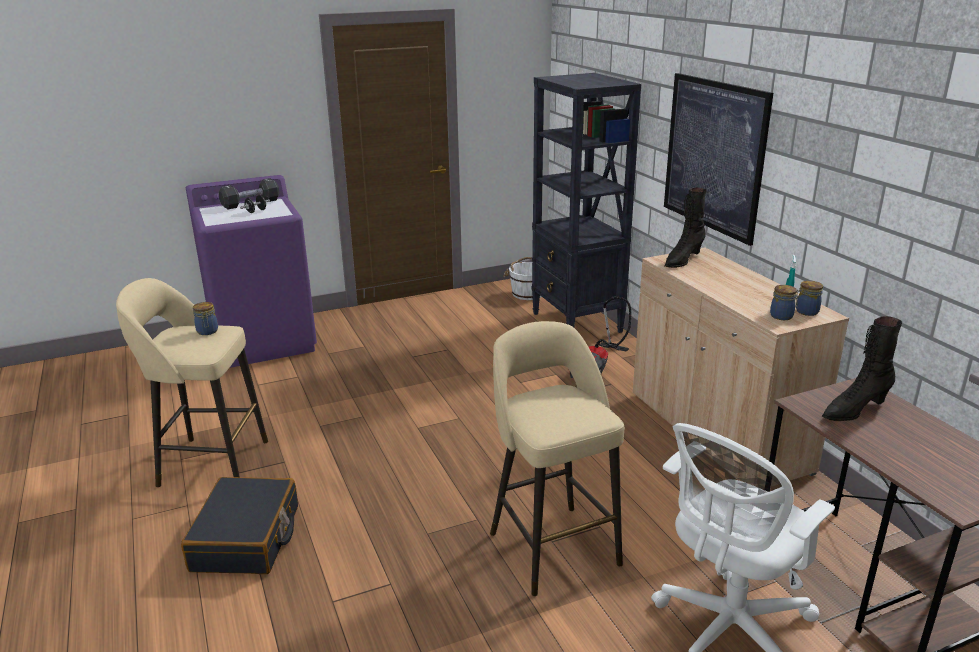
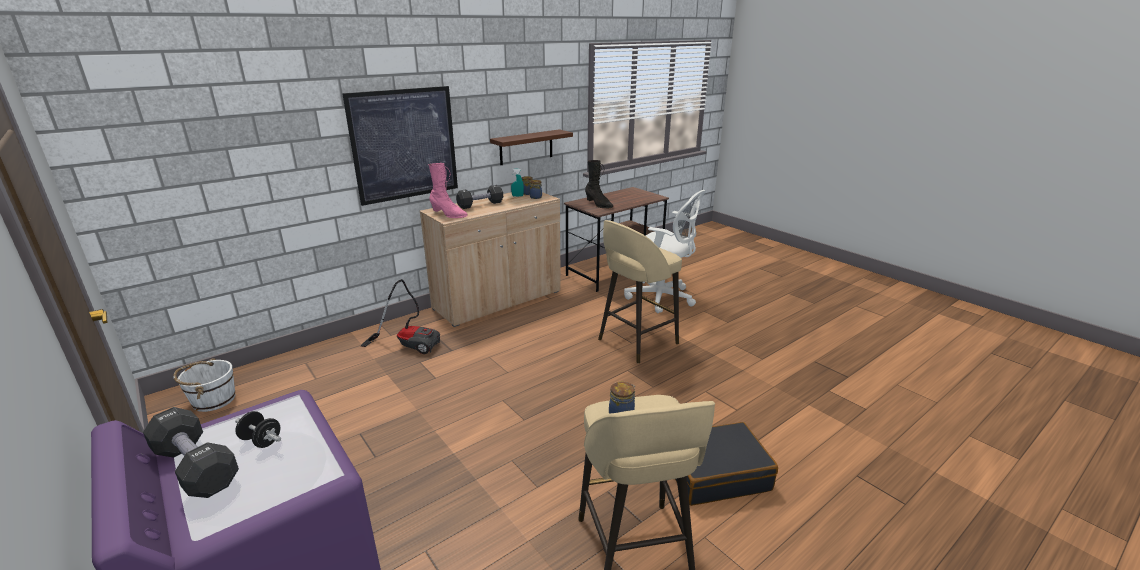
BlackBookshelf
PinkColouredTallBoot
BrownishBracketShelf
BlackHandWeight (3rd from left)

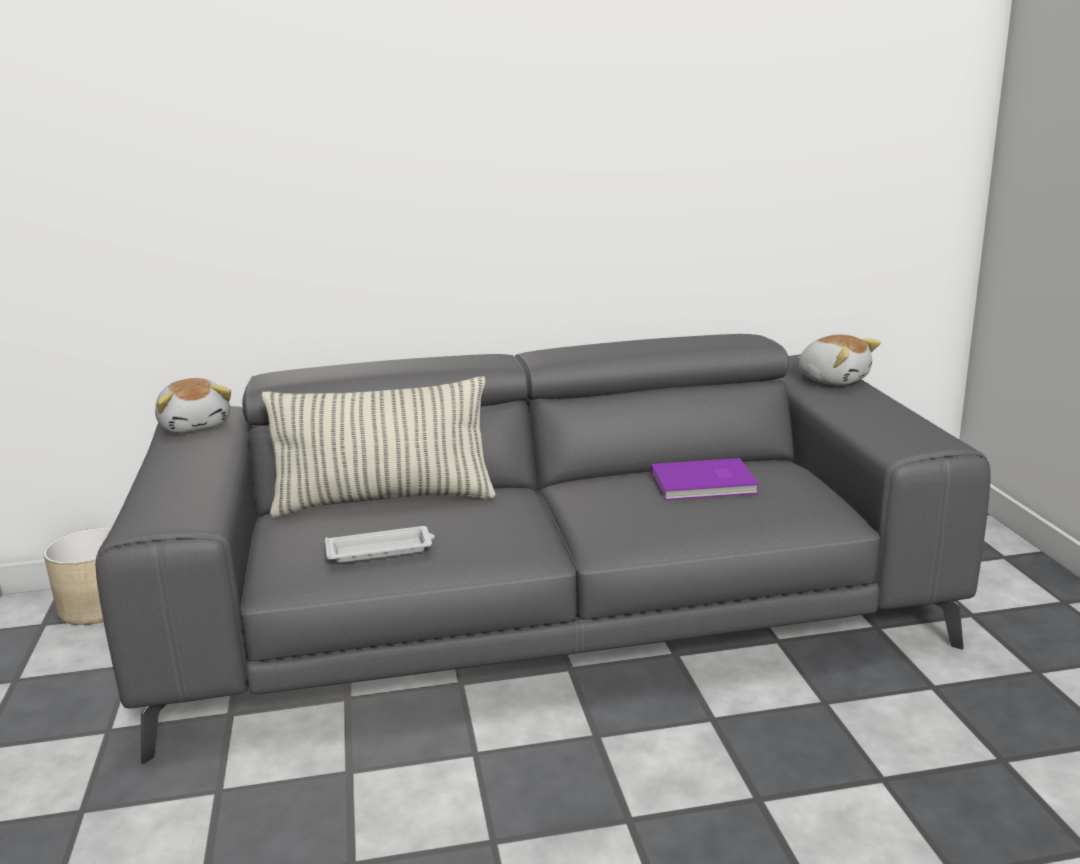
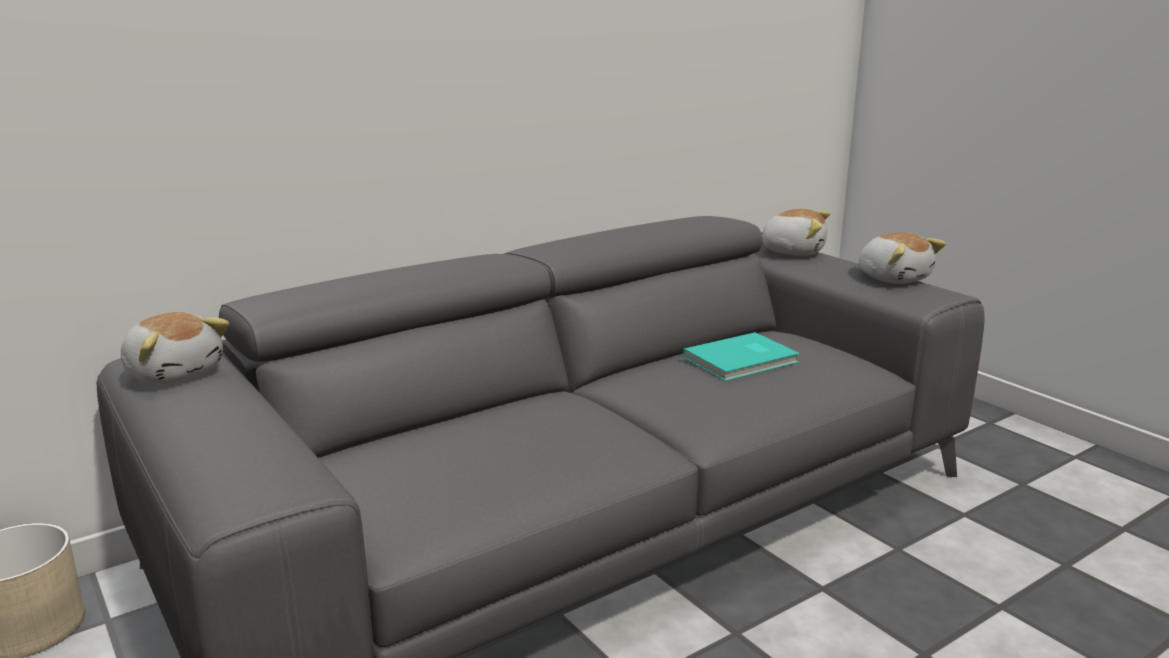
ThrowPillow
TurquoiseColouredBook
WhiteTray
PlushToy (3rd from left)

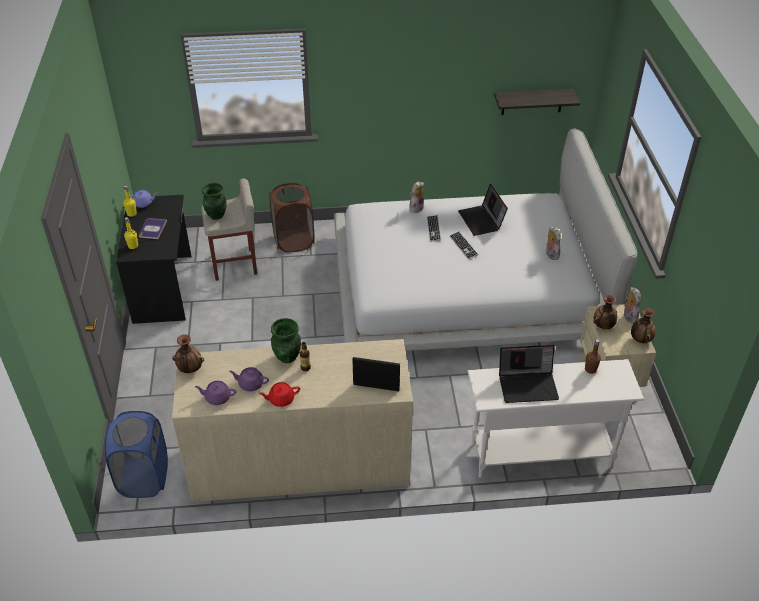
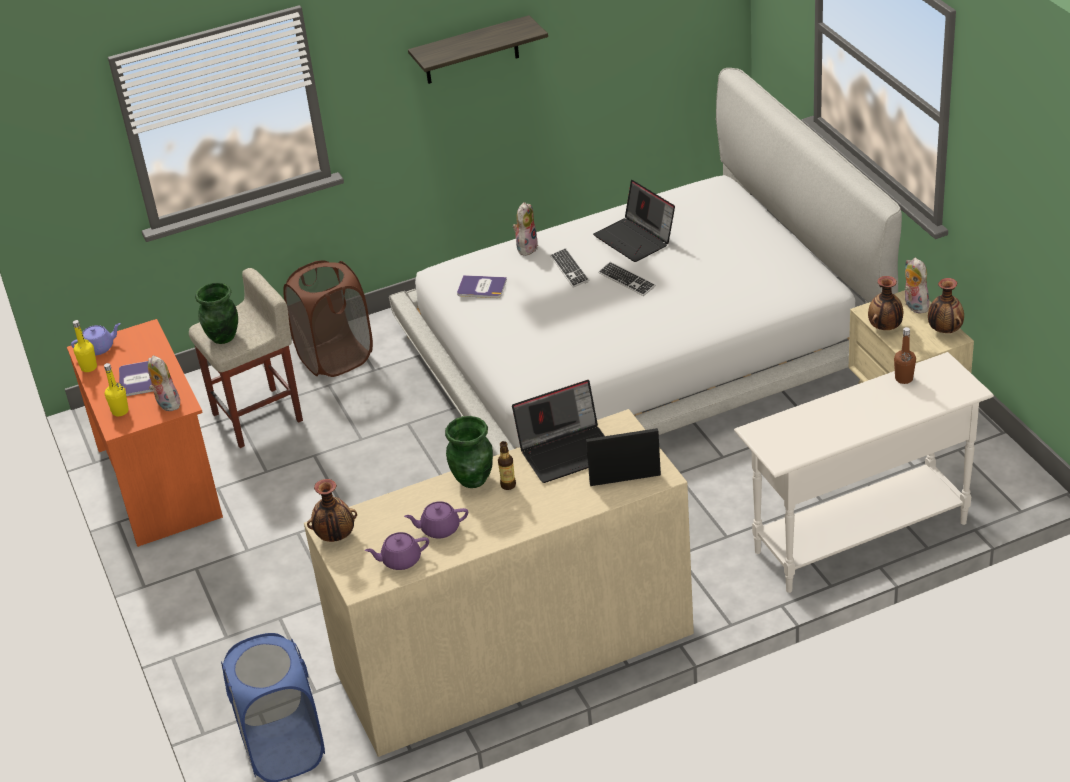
BracketShelf
OrangeColouredDeskTable
PlushToy (1st from left)
PortableComputer (1st from left)
RedTeaPot
Book (2nd from left)

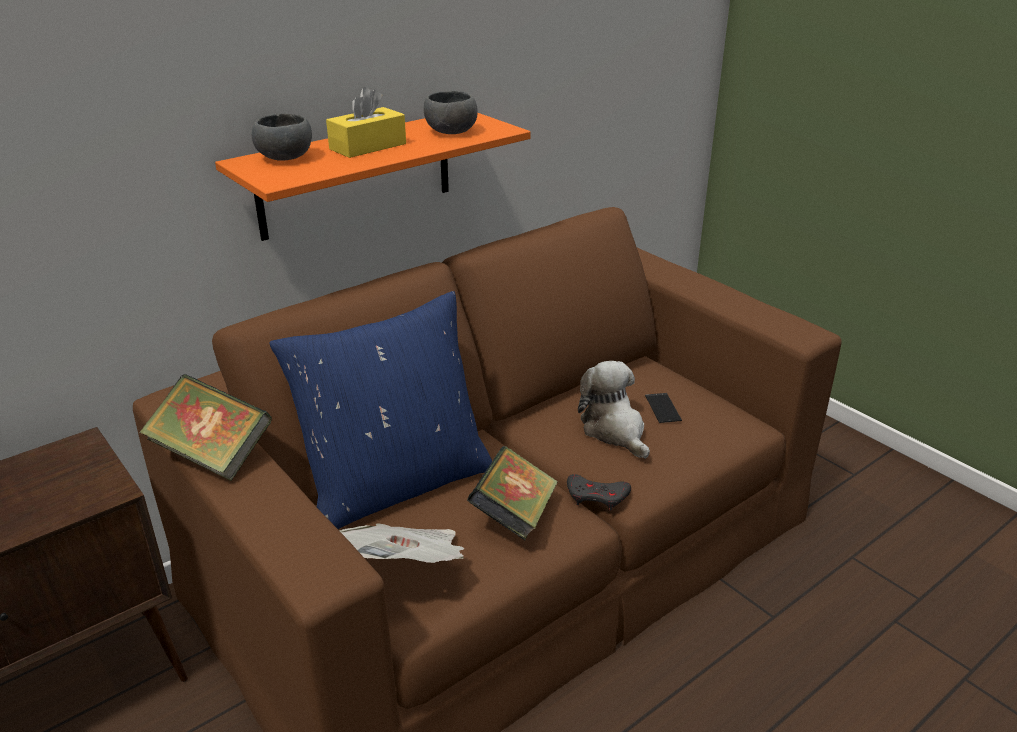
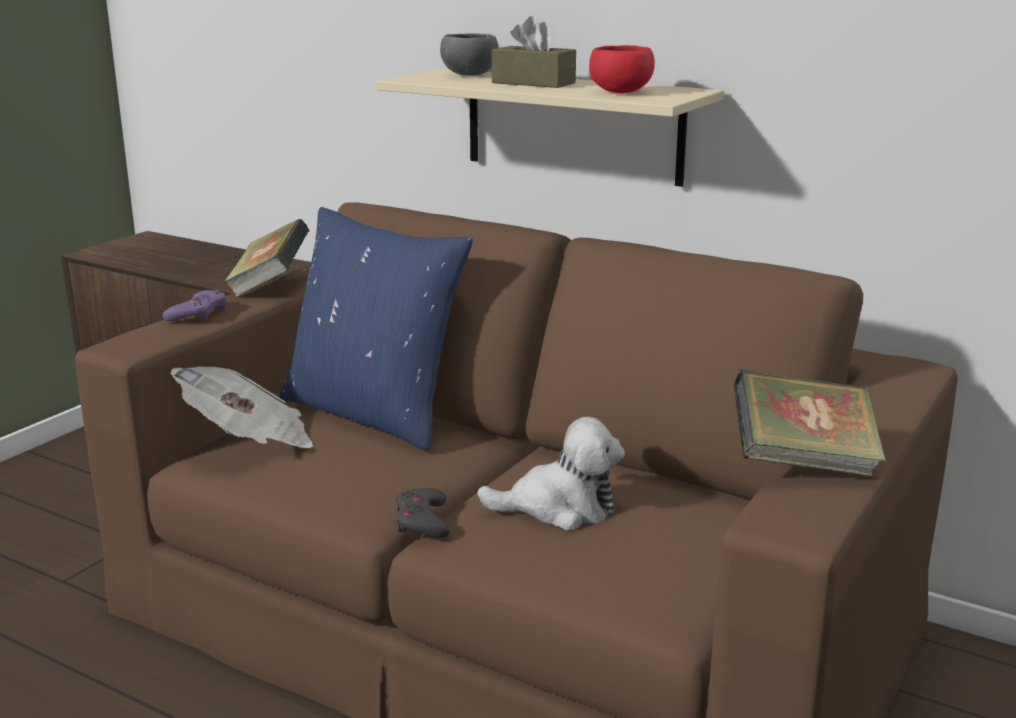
BrownishBoxOfTissues
RedBowl
BeigeColouredBracketShelf
PlushToy
Handset
Book (2nd from left)
PurplishJoypad

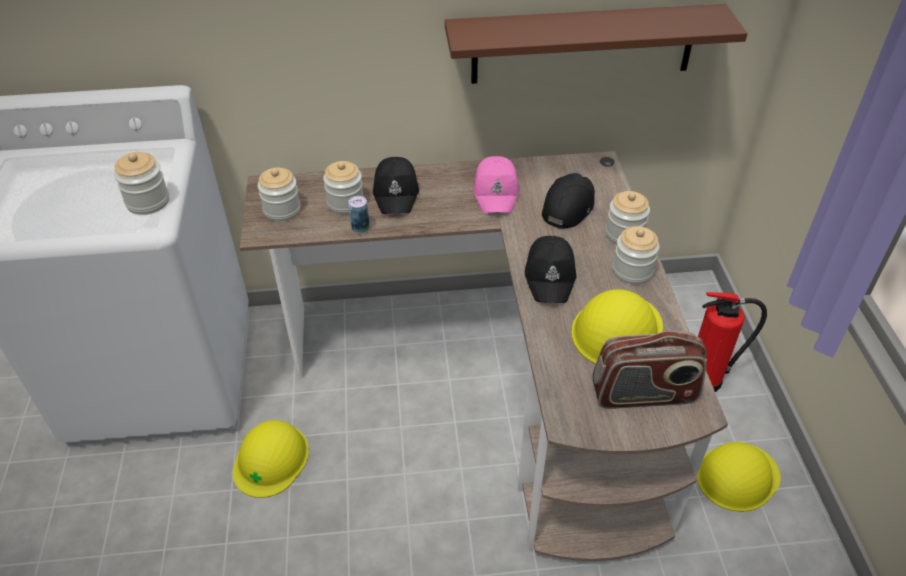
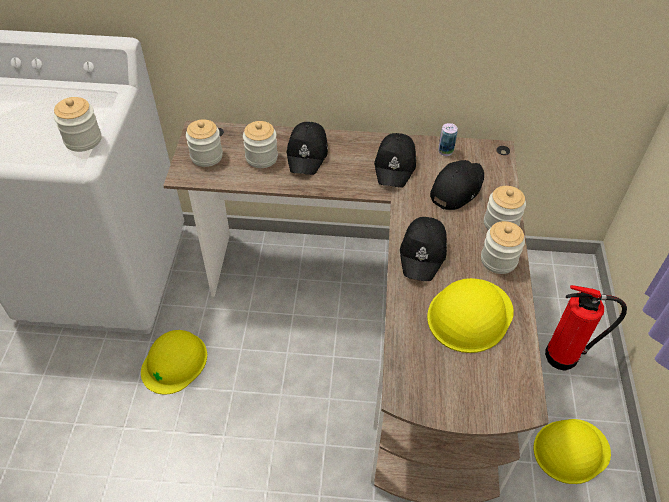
BrownishBracketShelf
BlackPeakedCap (2nd from left)
MetalCan
Radio

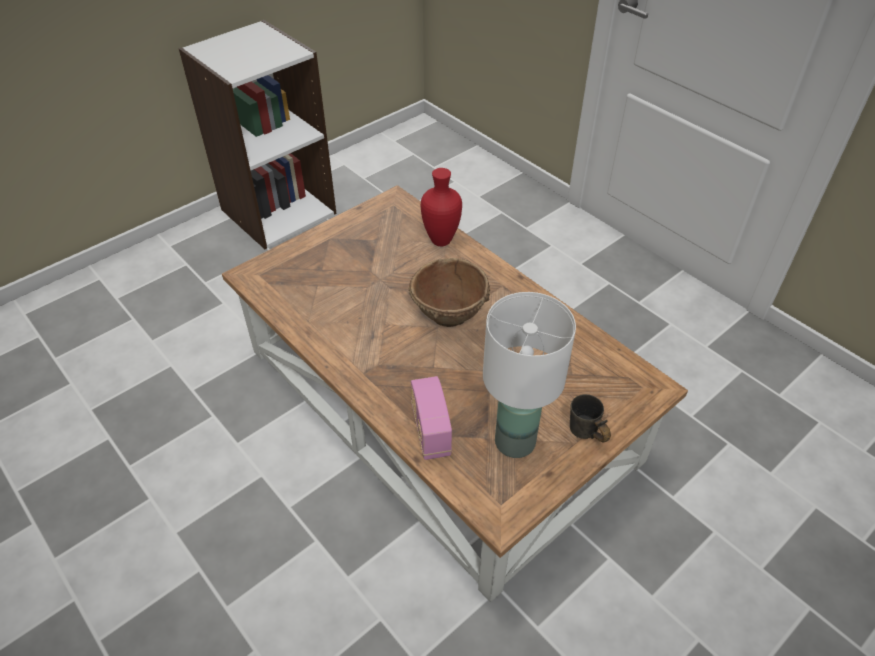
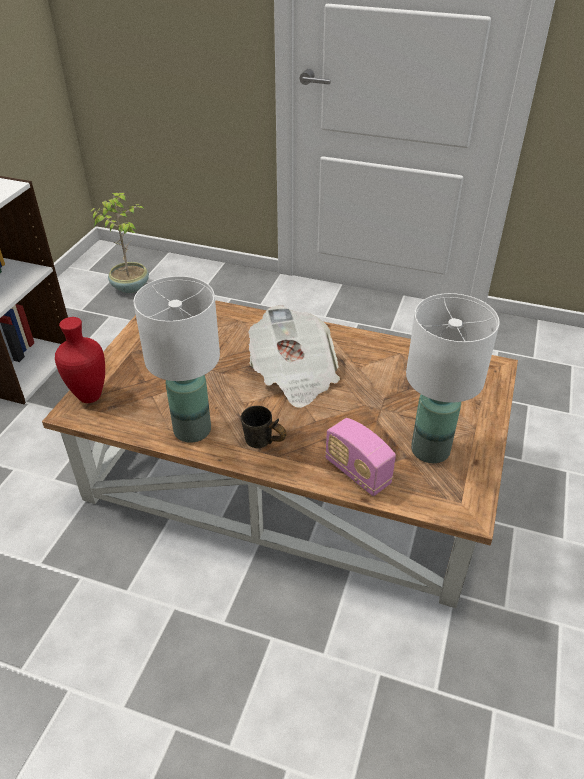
RedDecorativeVase
Newspaper
GrayMug
PottedPlant
WhiteTableLamp (1st from left)

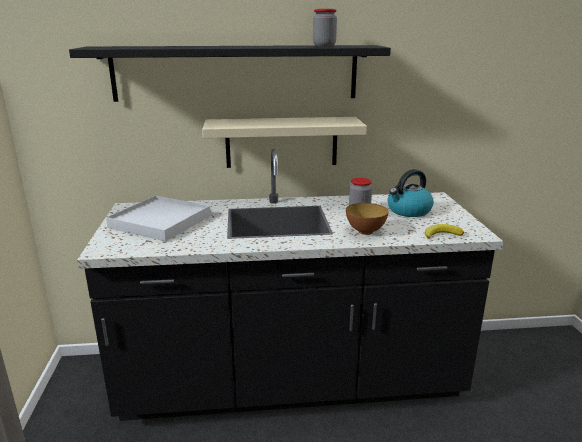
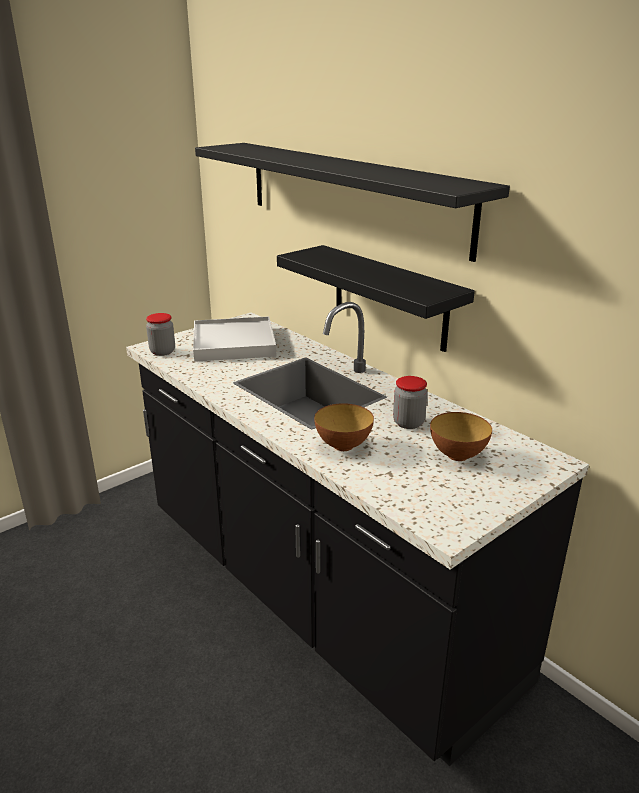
PreserveJar (1st from left)
BlackBracketShelf (2nd from left)
Bowl (2nd from left)
Banana

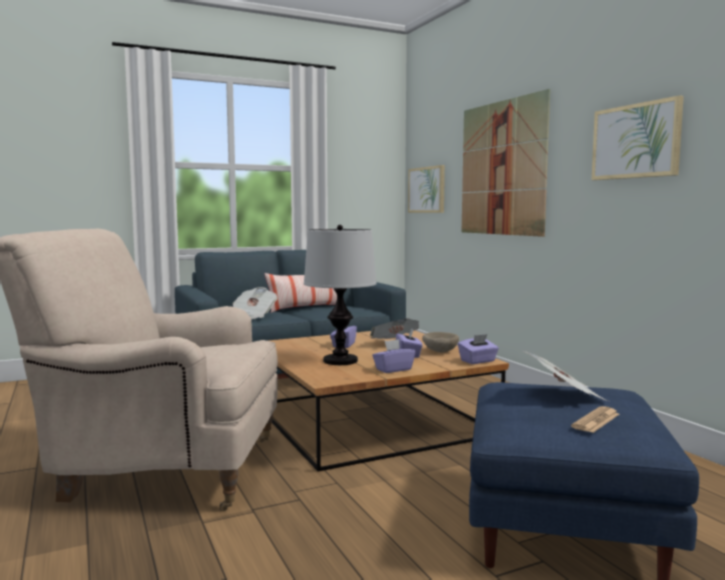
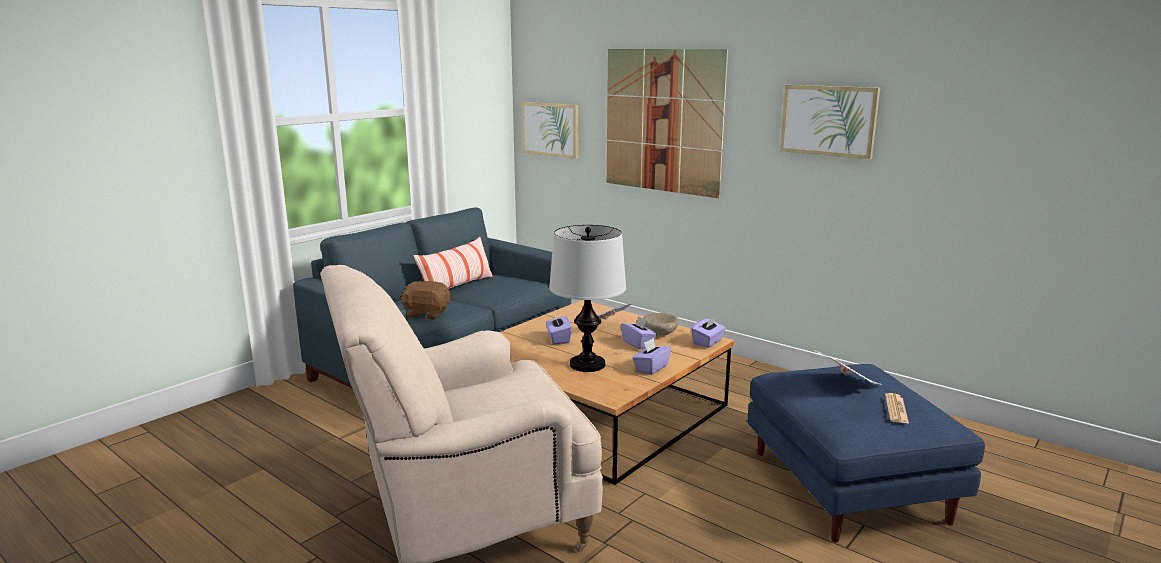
BrownishPlushToy

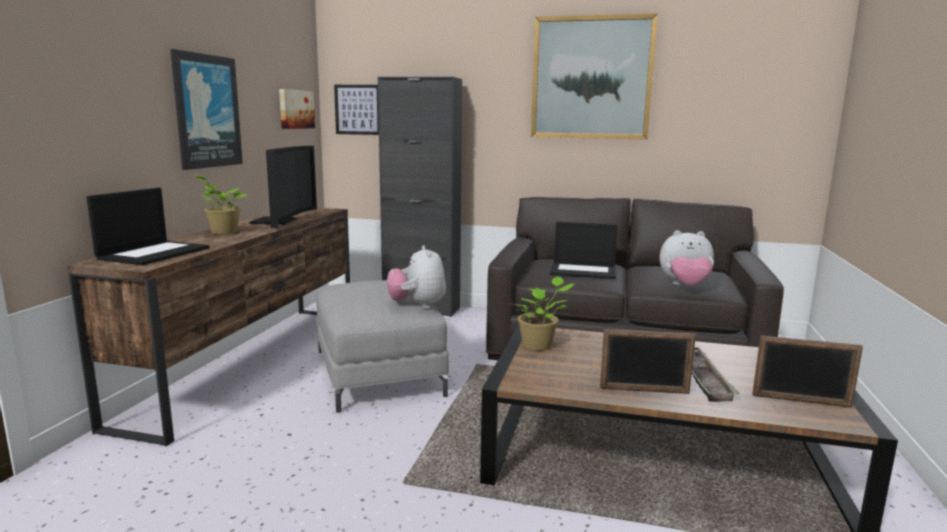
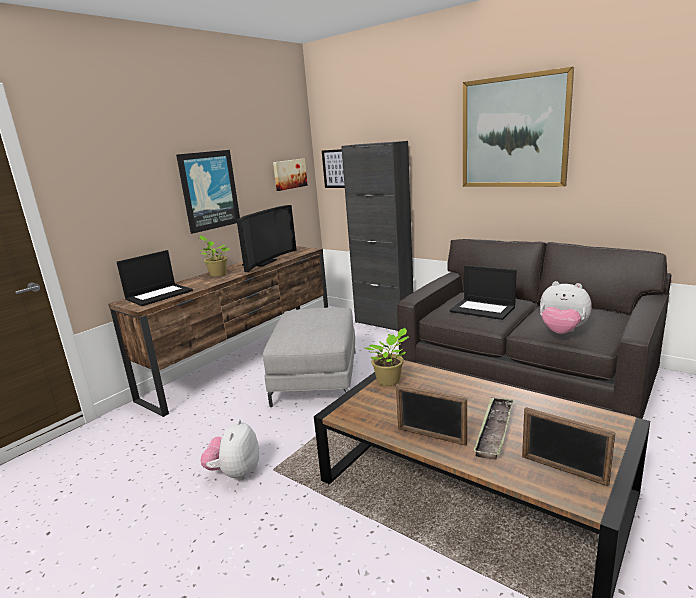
PlushToy (1st from left)

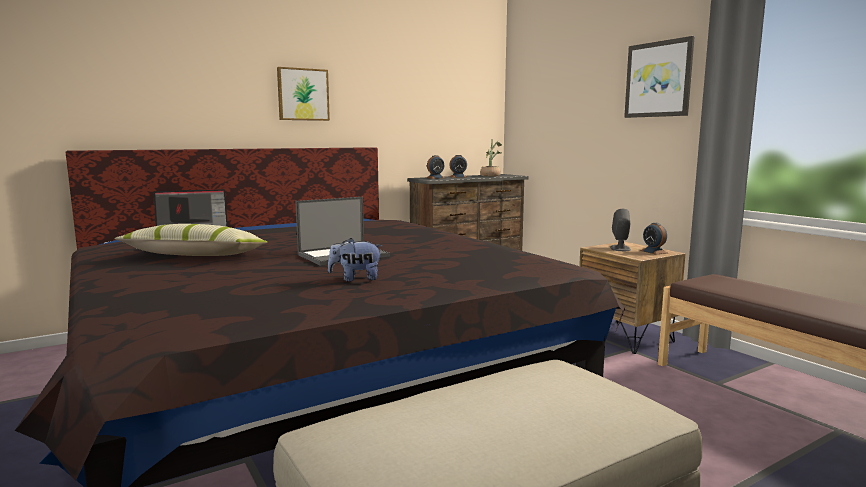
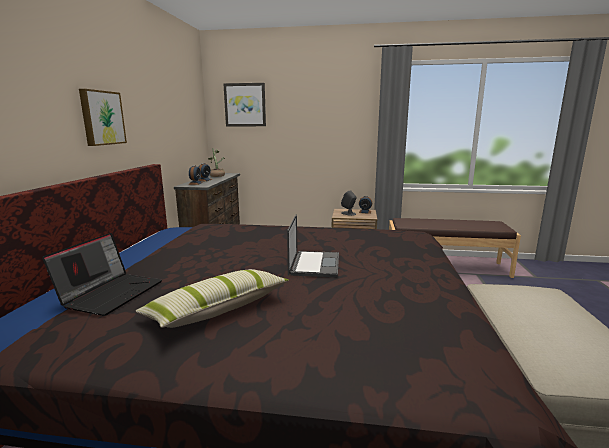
WallArt (2nd from left)
PlushToy

